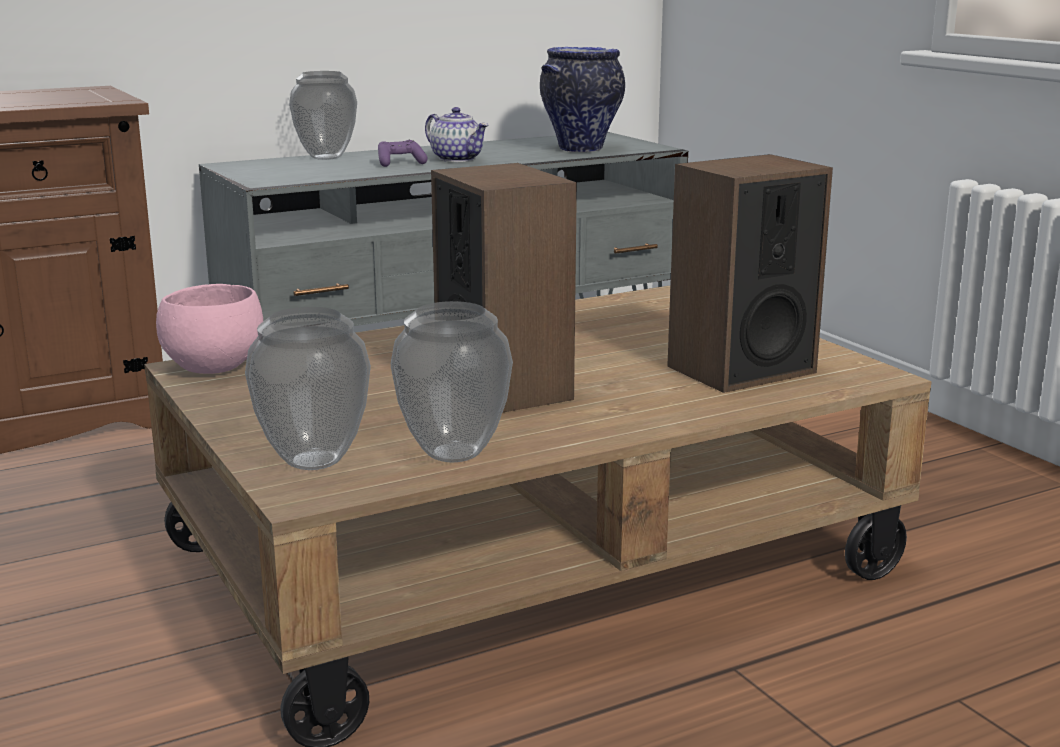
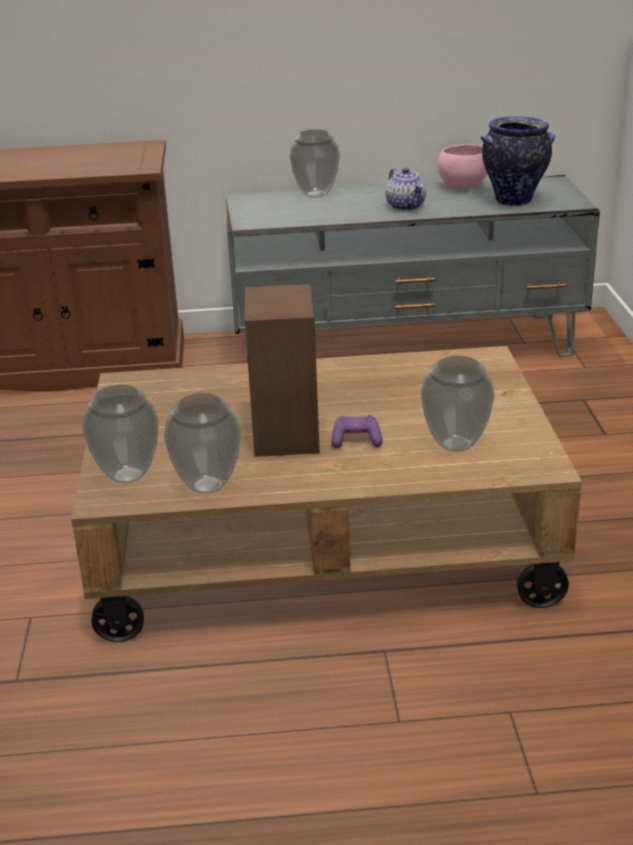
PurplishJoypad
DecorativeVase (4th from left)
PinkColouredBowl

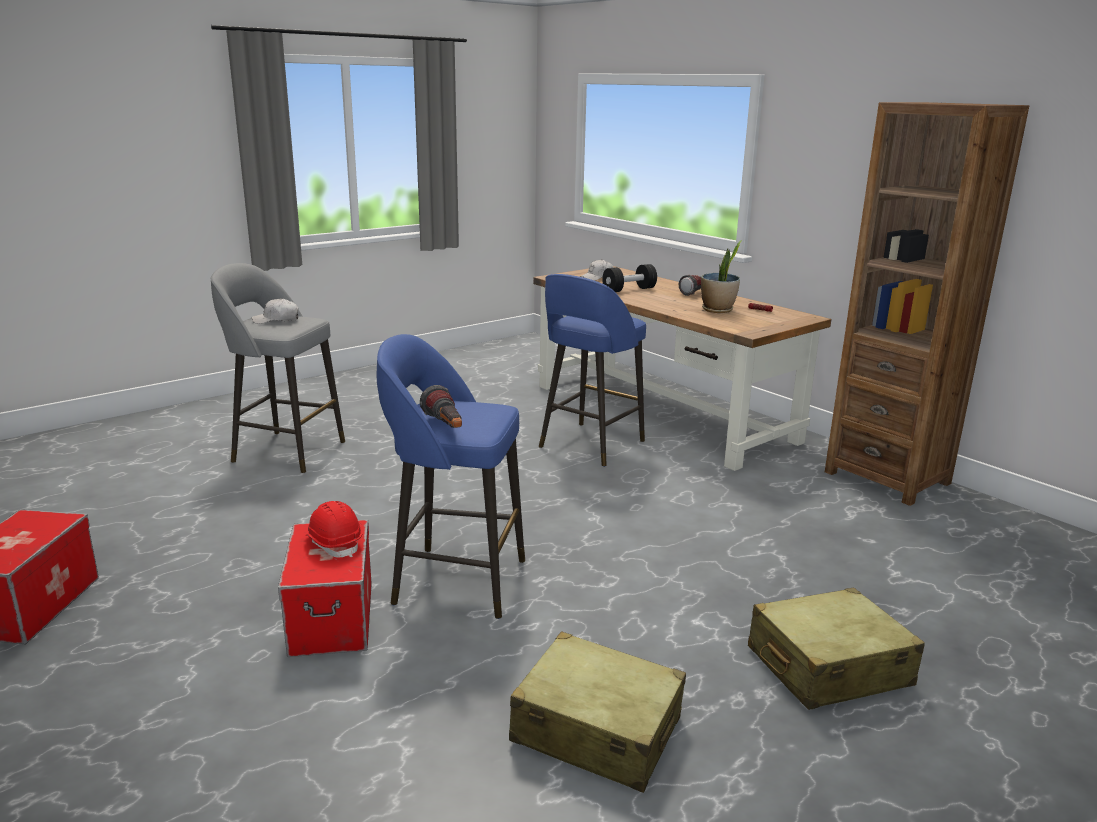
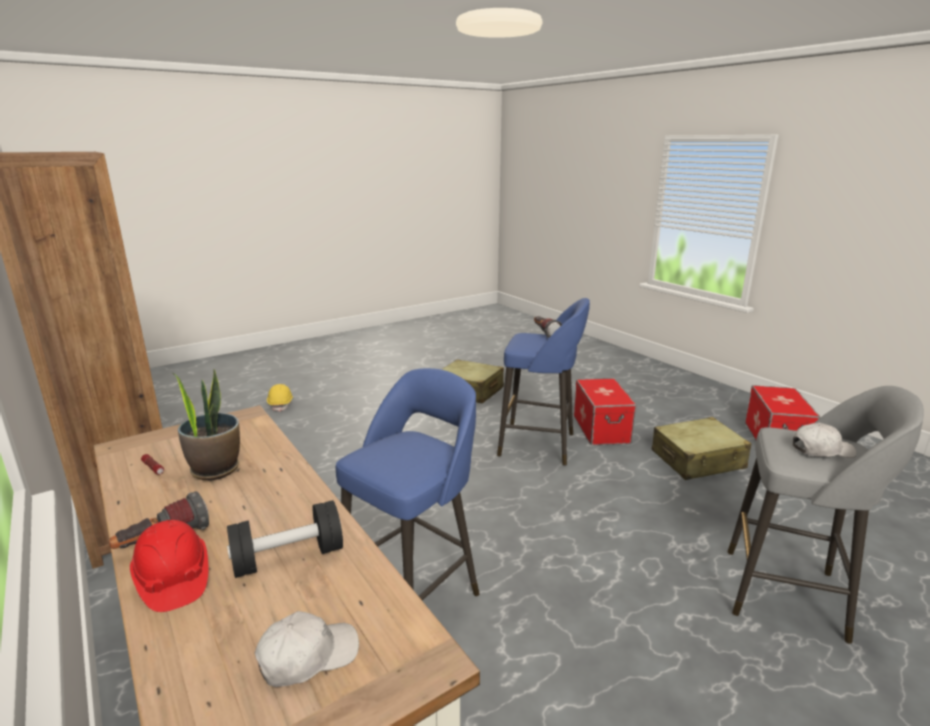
RedWorkHelmet
BeigeColouredTravelCase (2nd from left)
YellowishWorkHelmet

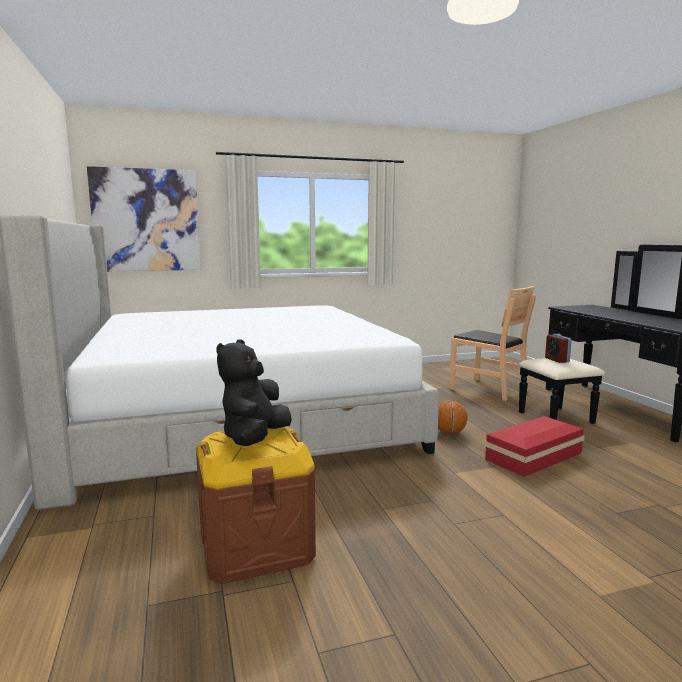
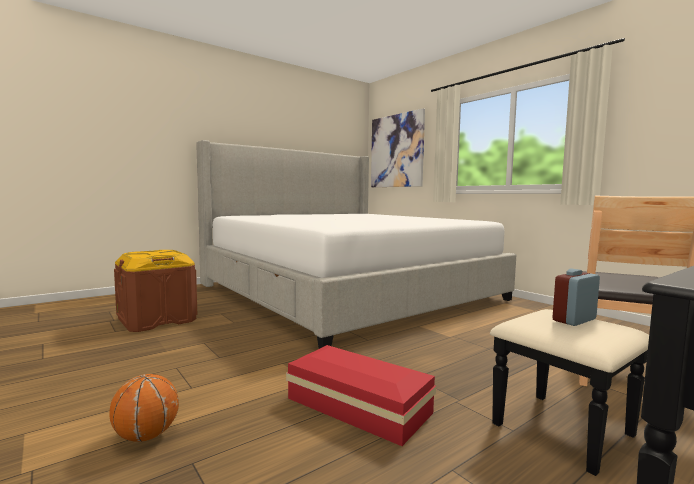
BlackPlushToy
Basketball

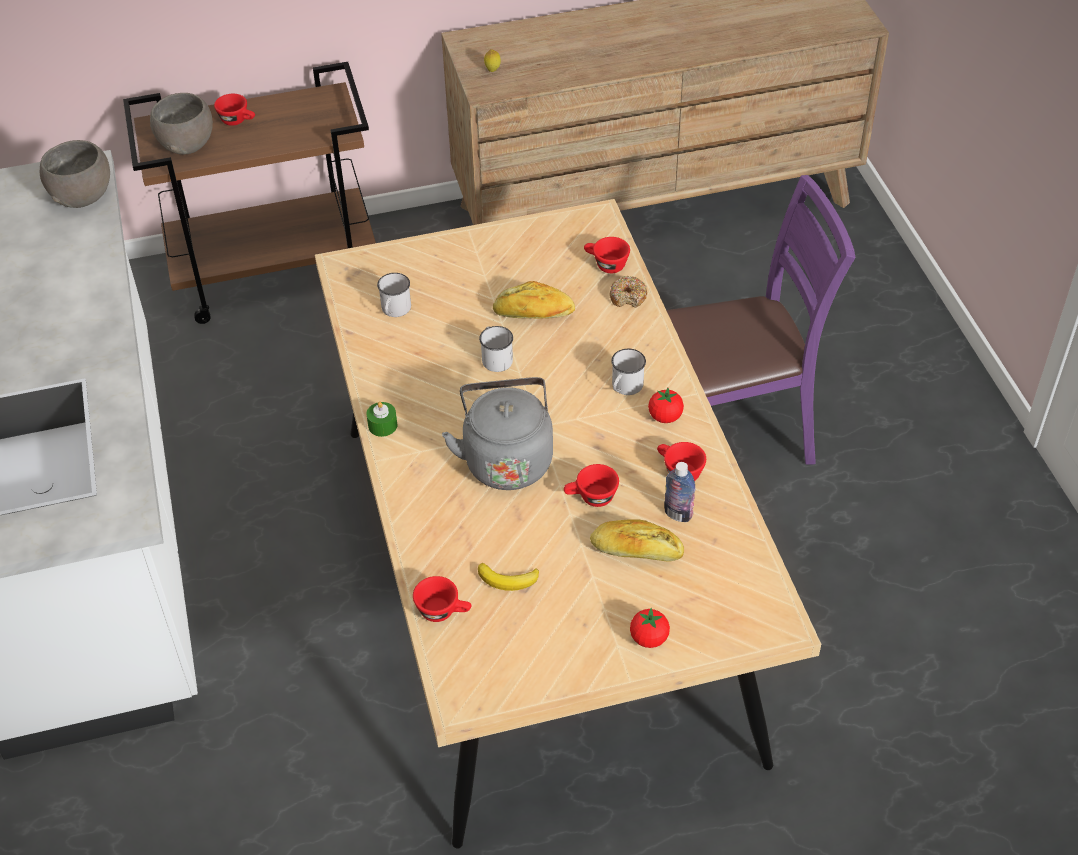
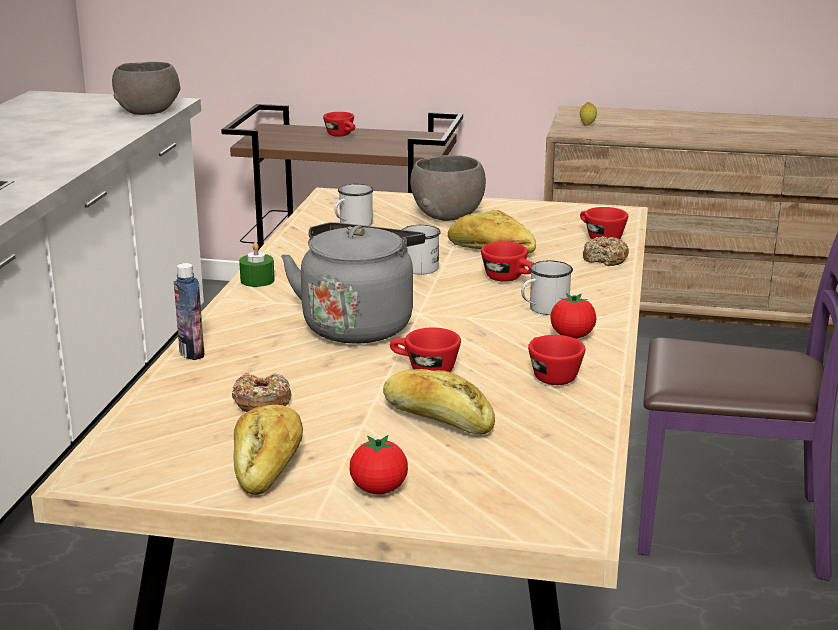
GrayBowl (2nd from left)
DrinkBottle
Doughnut (1st from left)
RedSmallCup (3rd from left)
BakeryBread (1st from left)

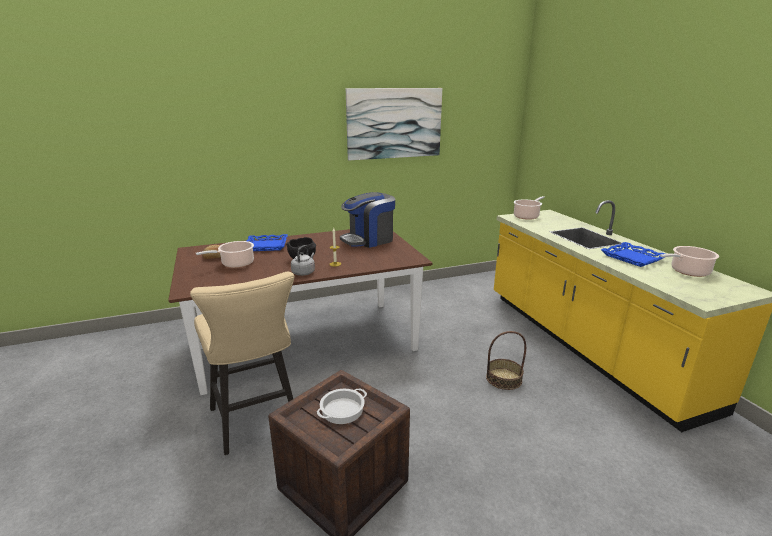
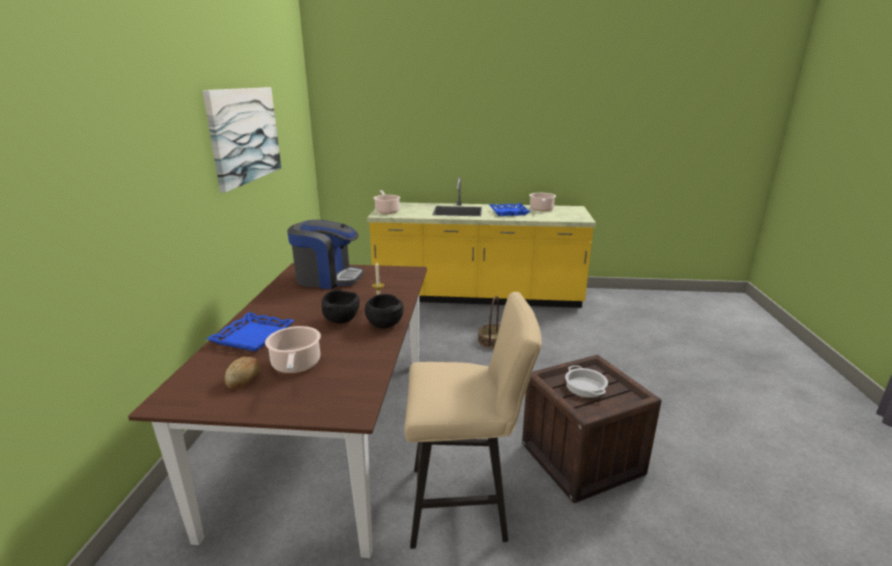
CoffeeMaker
BlackBowl (2nd from left)

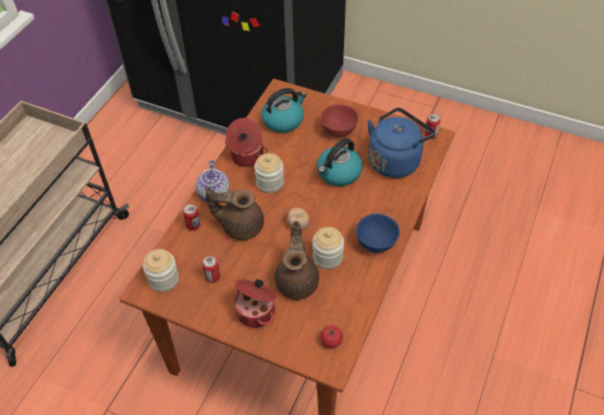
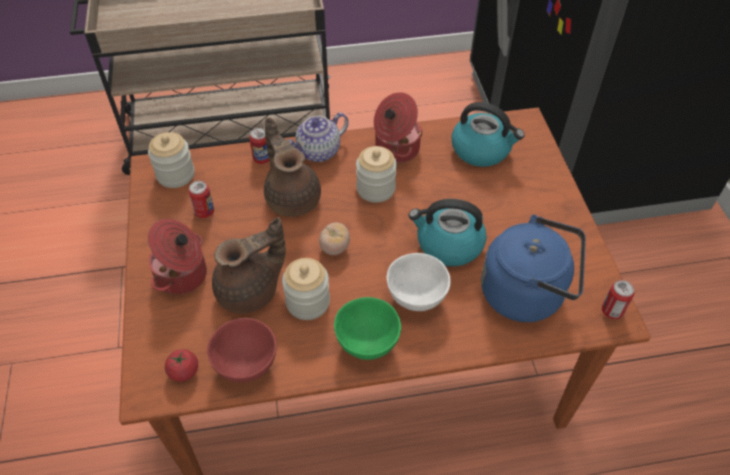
RedBowl
GreenColouredBowl
WhiteBowl

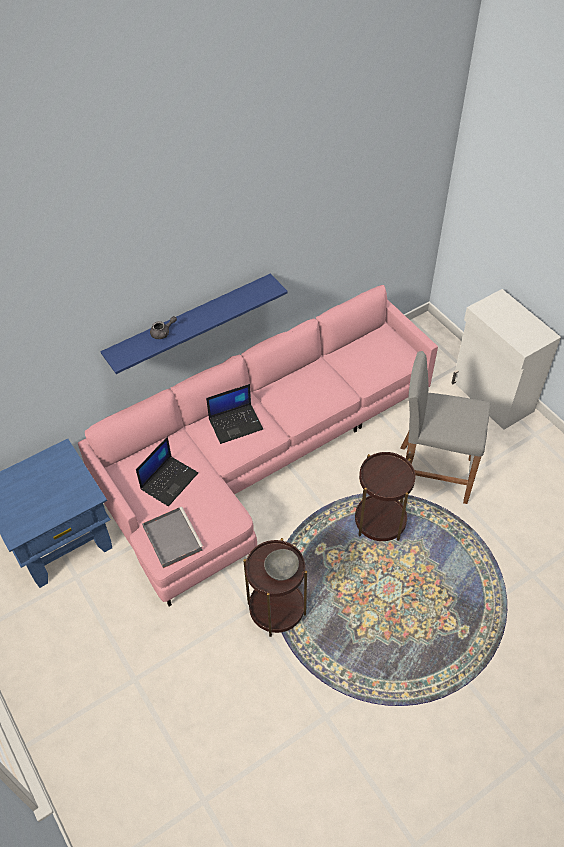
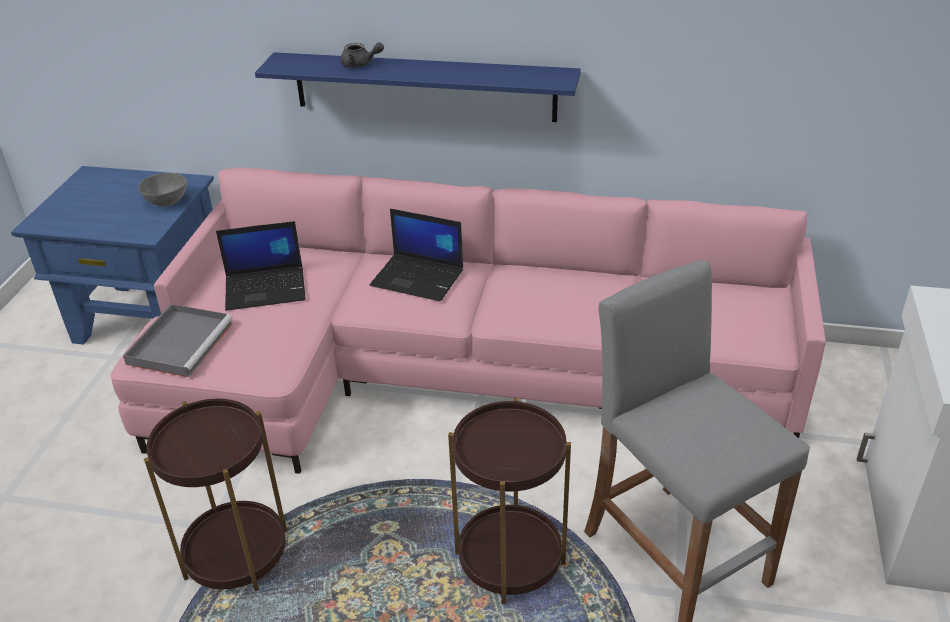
GrayBowl

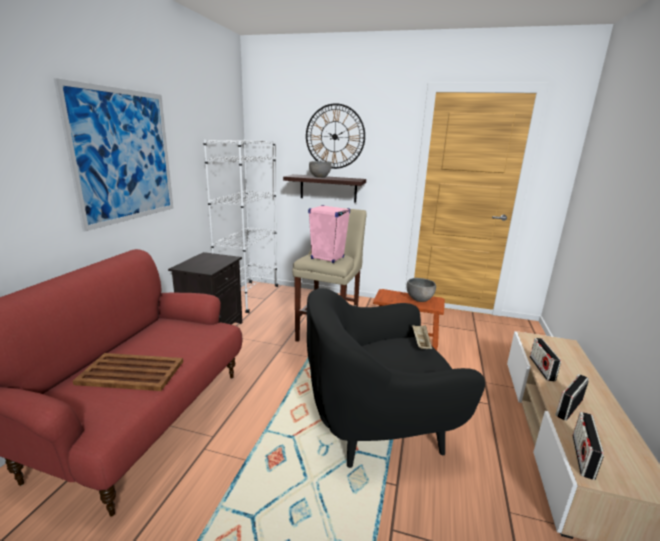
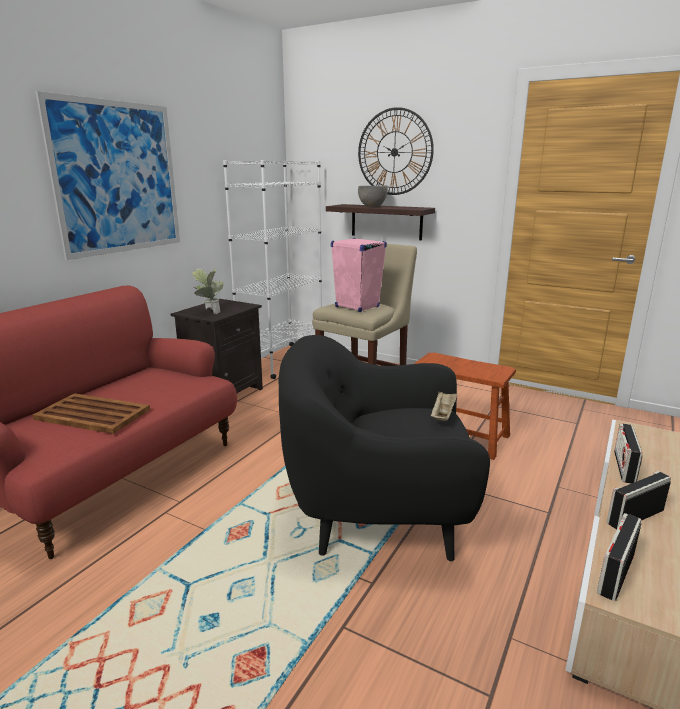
GrayBowl (2nd from left in the first image)
PottedPlant

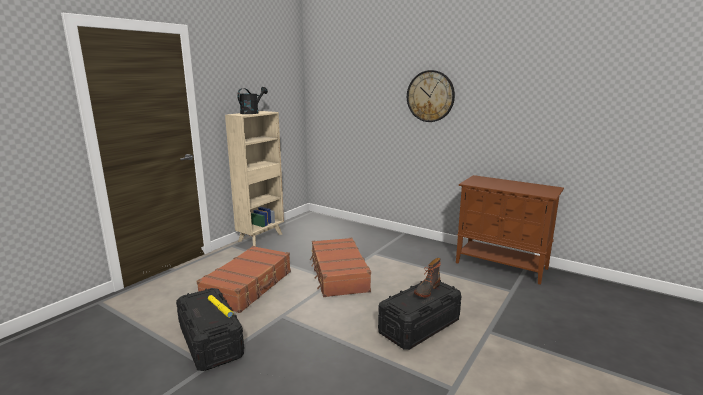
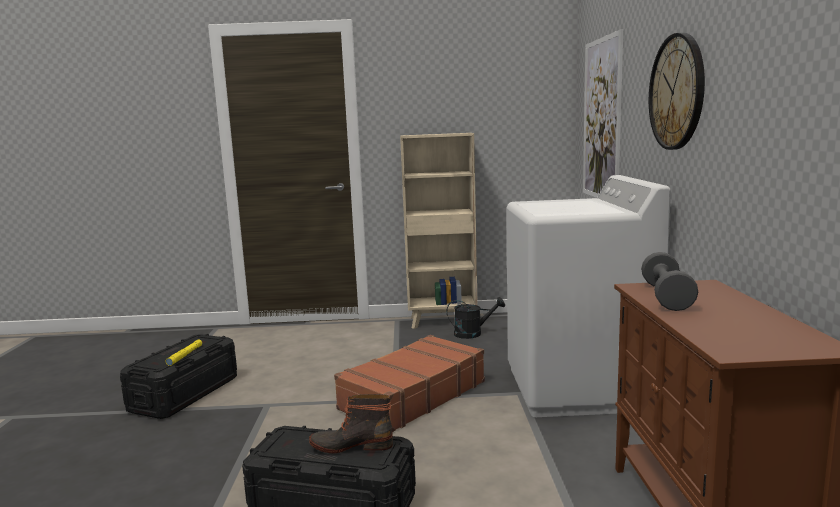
BlackSprinklingCan
BrownishTravelCase (1st from left in the first image)
WallArt
WhiteWashingMachine
GrayHandWeight

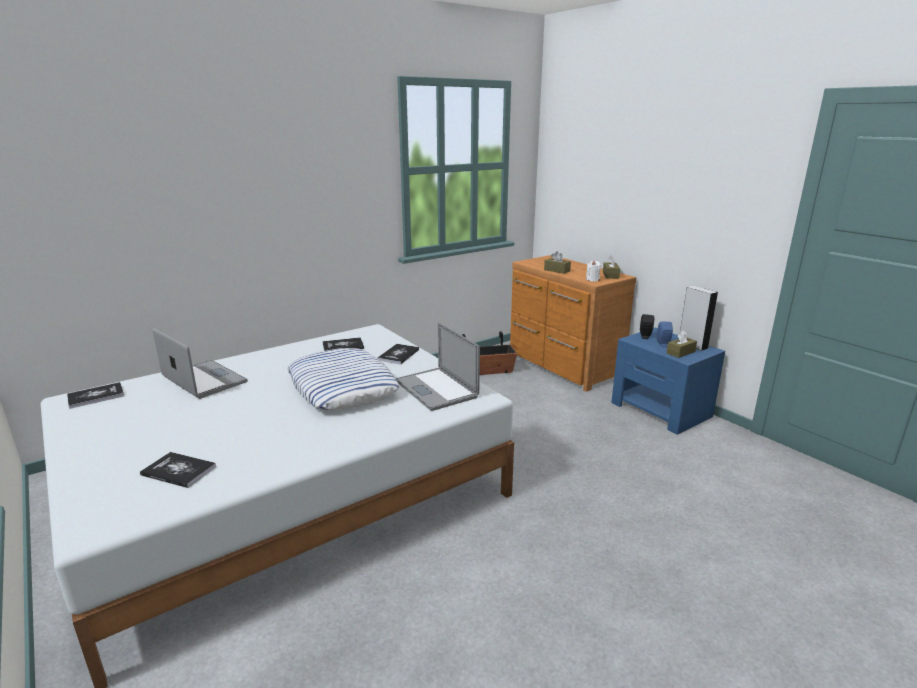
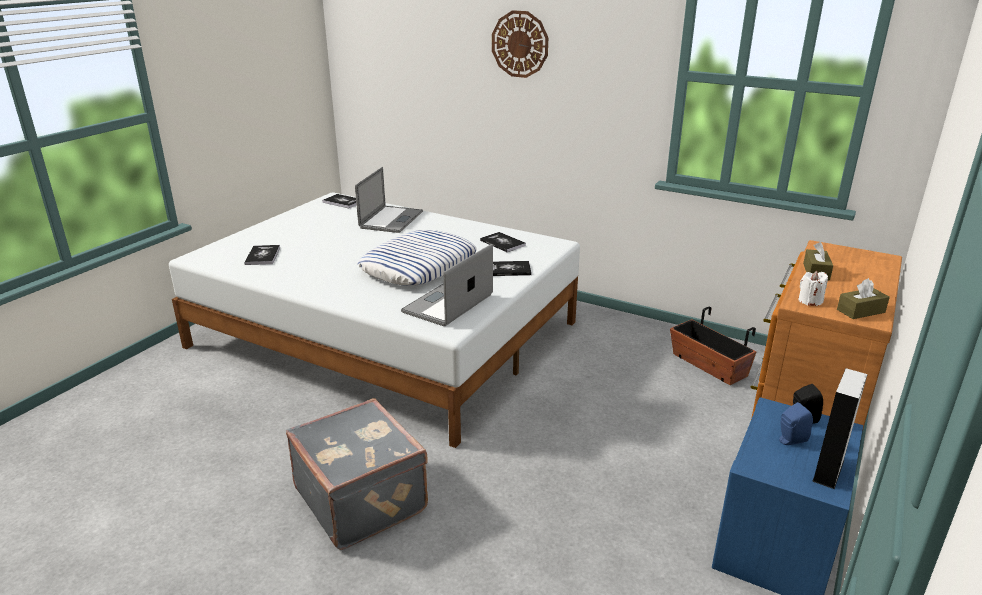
BrownishBoxOfTissues (3rd from left in the first image)
ClockOnTheWall
GrayTravelCase

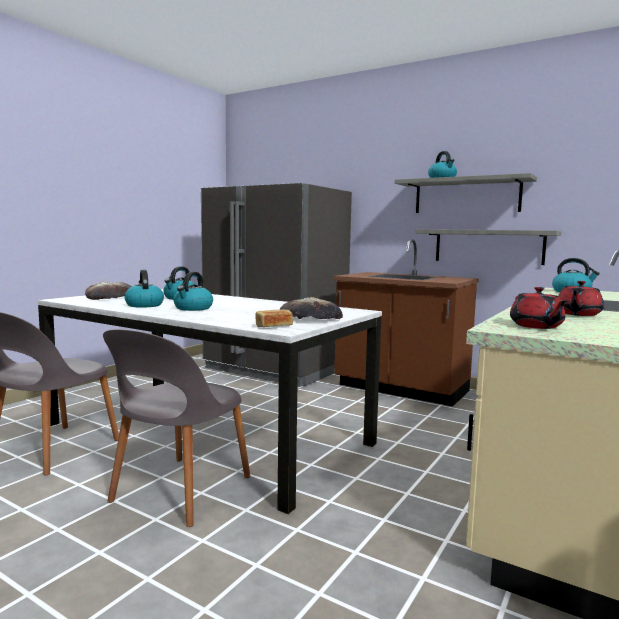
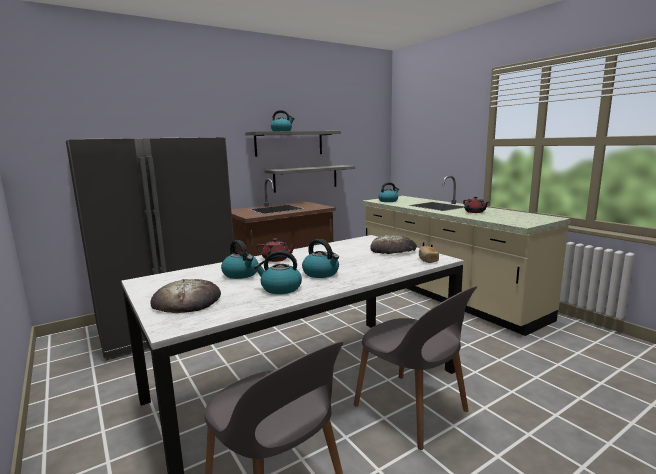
RedTeaPot (1st from left)

